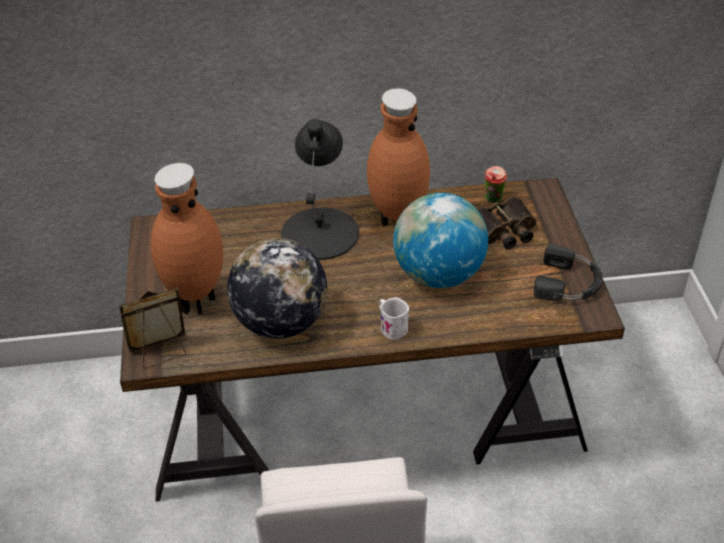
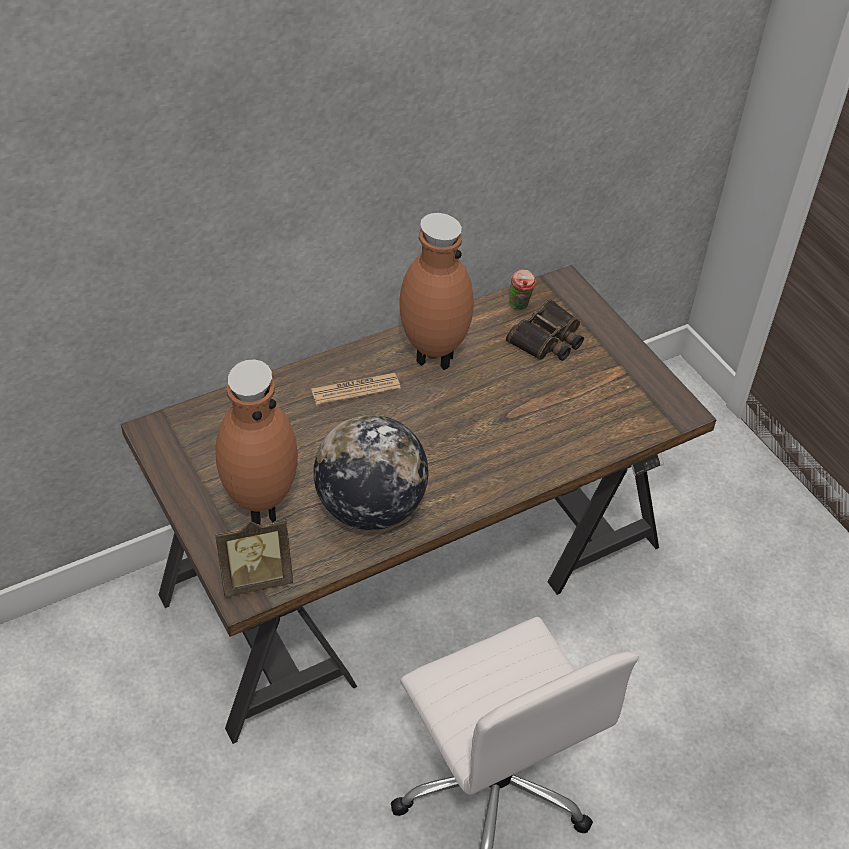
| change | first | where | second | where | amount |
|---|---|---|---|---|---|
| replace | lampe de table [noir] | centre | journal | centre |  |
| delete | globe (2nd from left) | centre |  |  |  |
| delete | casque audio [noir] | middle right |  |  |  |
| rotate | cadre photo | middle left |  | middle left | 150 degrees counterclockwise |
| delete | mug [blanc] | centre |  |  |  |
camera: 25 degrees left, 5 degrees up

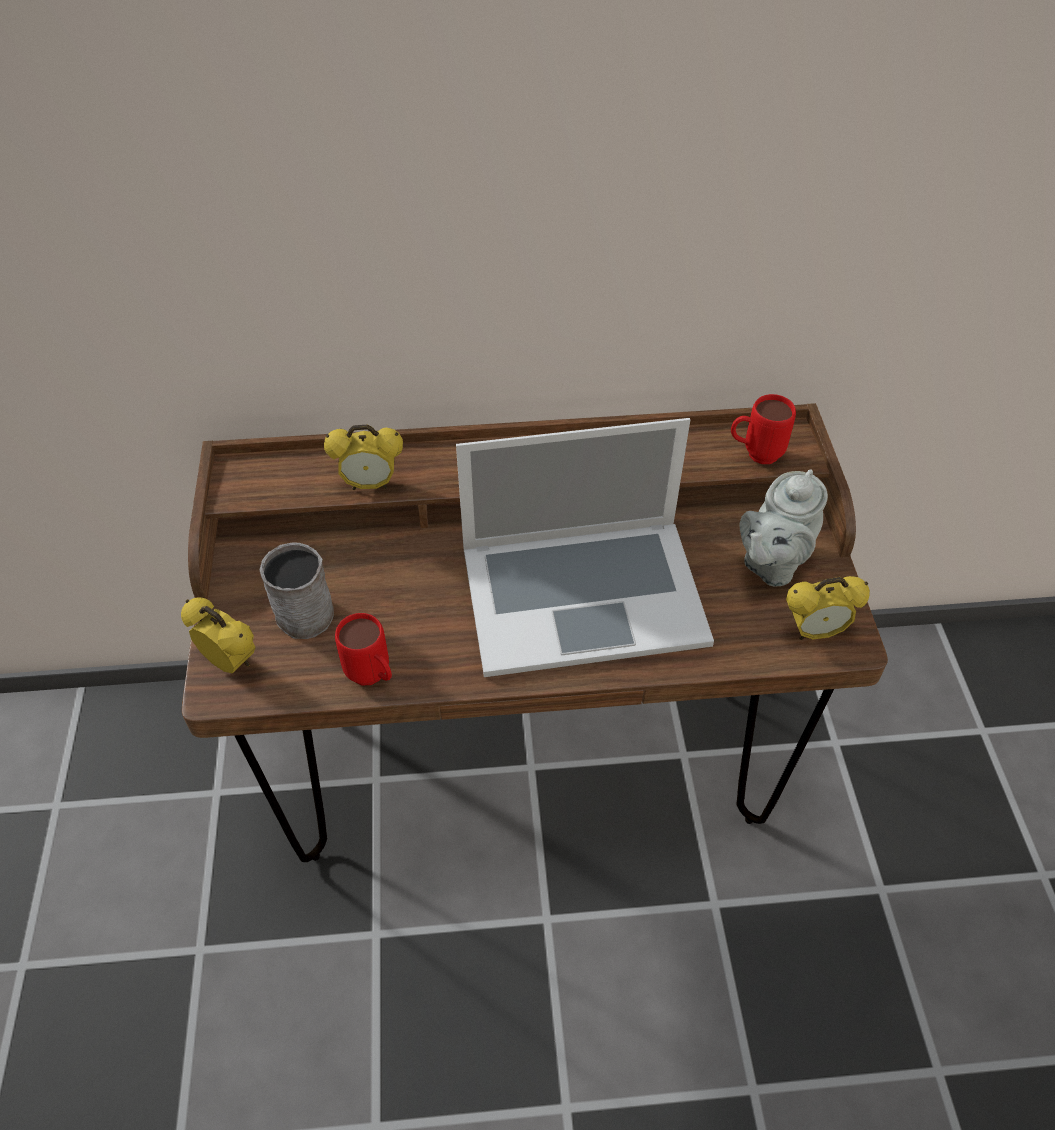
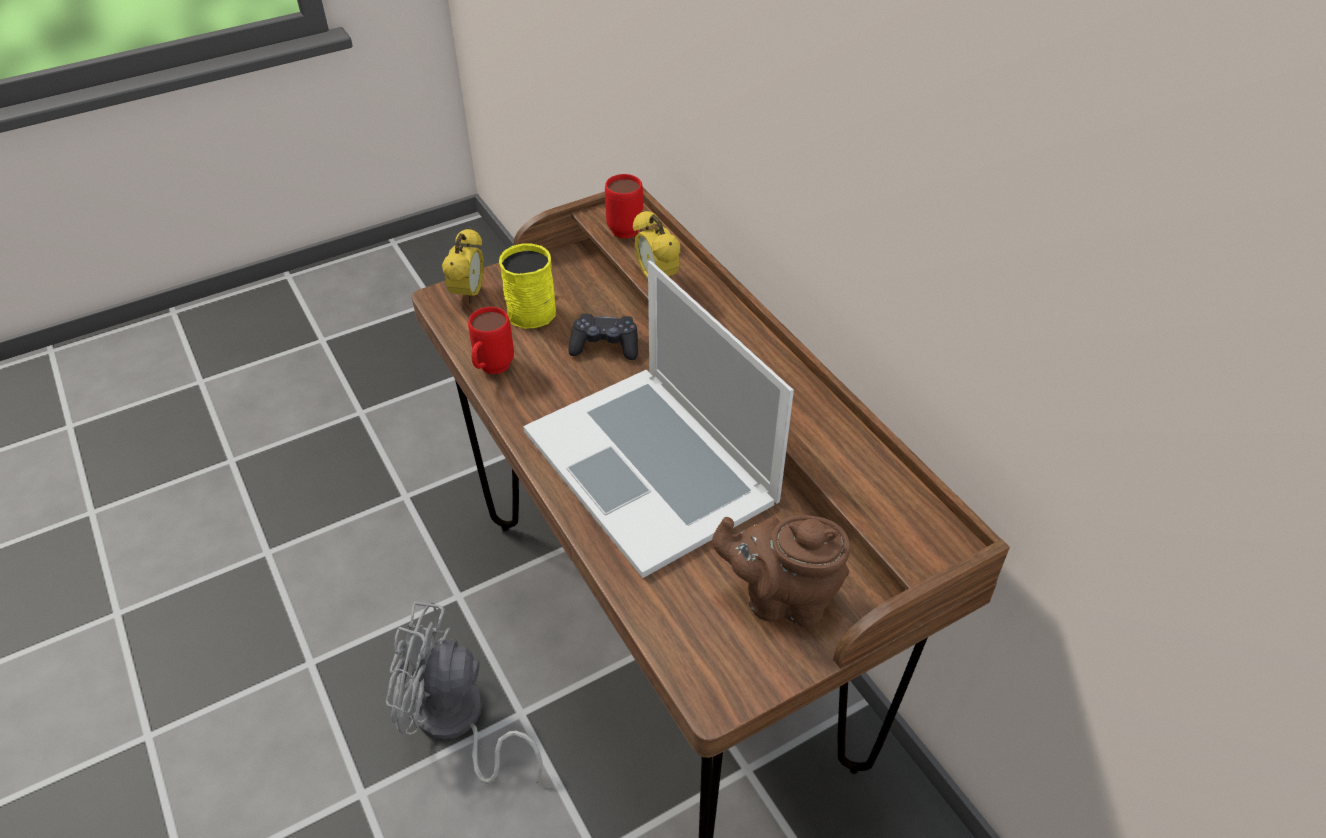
| change | first | where | second | where | amount |
|---|---|---|---|---|---|
| move | mug [rouge] (2nd from left) | middle right |  | top centre |  |
| recolor | théière [gris] | middle right | théière [marron] | bottom centre |  |
| recolor | mug [gris] | middle left | mug [jaune] | centre |  |
| delete | réveil (3rd from left) | middle right |  |  |  |
| insert |  |  | manette [noir] | centre |  |
| insert |  |  | ventilateur [gris] | bottom centre |  |
camera: 65 degrees right, 5 degrees down

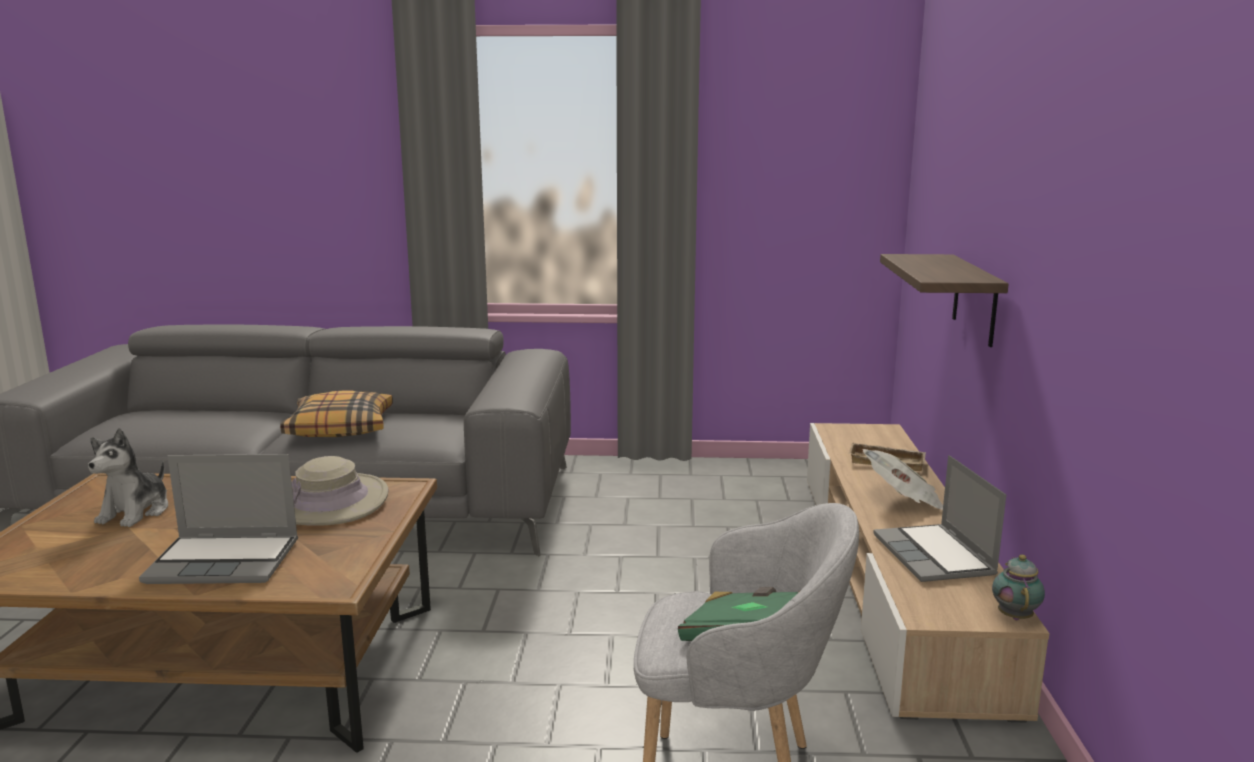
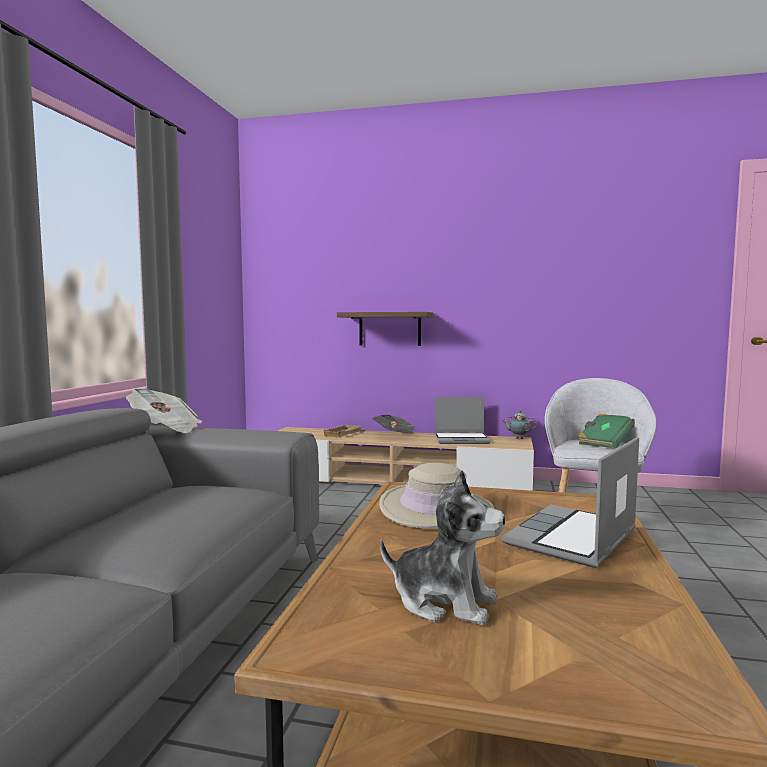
| change | first | where | second | where | amount |
|---|---|---|---|---|---|
| delete | coussin | middle left |  |  |  |
| rotate | ordinateur portable (1st from left in the first image) | bottom left | ordinateur portable (2nd from left) | middle right | 150 degrees counterclockwise |
| insert |  |  | journal (1st from left) | middle left |  |
camera: 80 degrees left, 10 degrees down

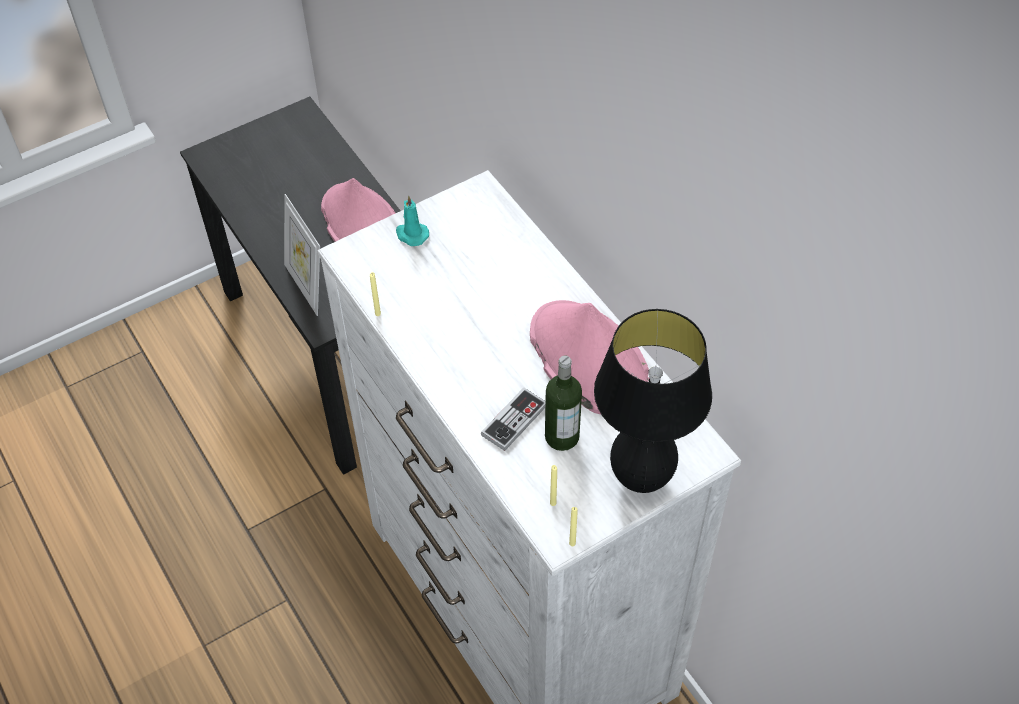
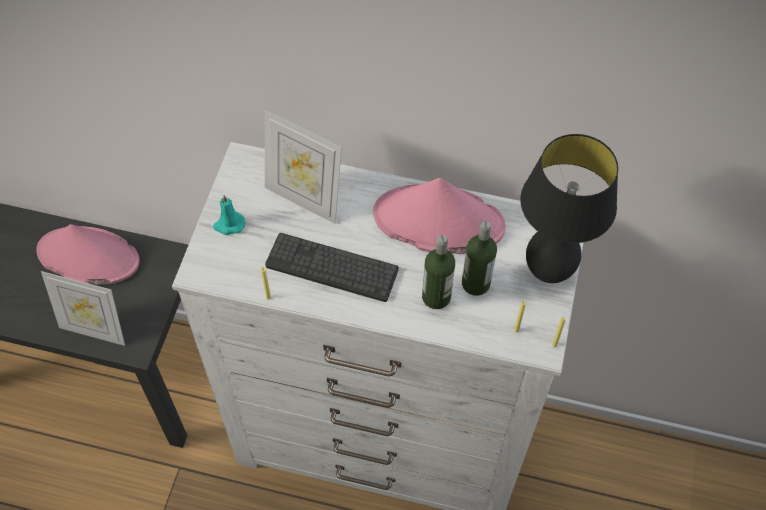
| change | first | where | second | where | amount |
|---|---|---|---|---|---|
| replace | manette | centre | bouteille (1st from left) | centre |  |
| insert |  |  | cadre photo (2nd from left) | top centre |  |
| insert |  |  | clavier | centre |  |
camera: 45 degrees left, 5 degrees up

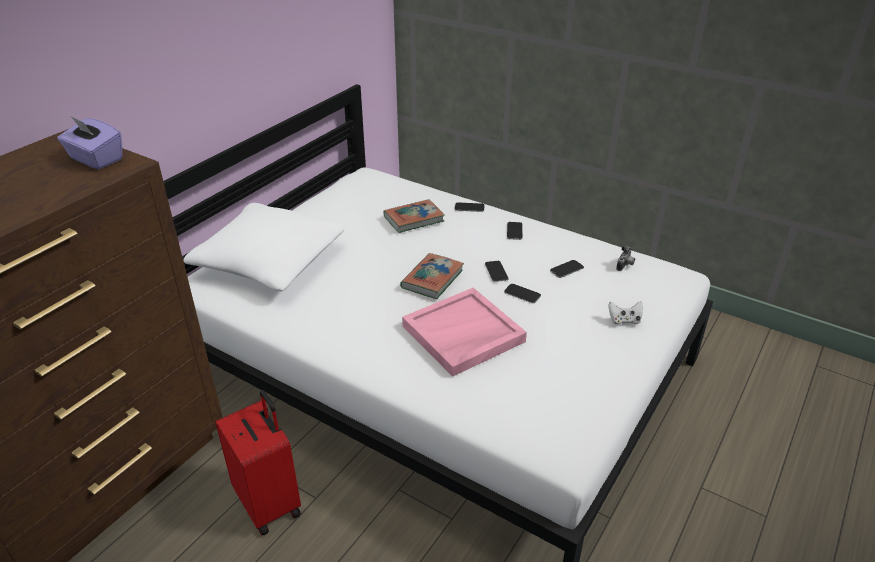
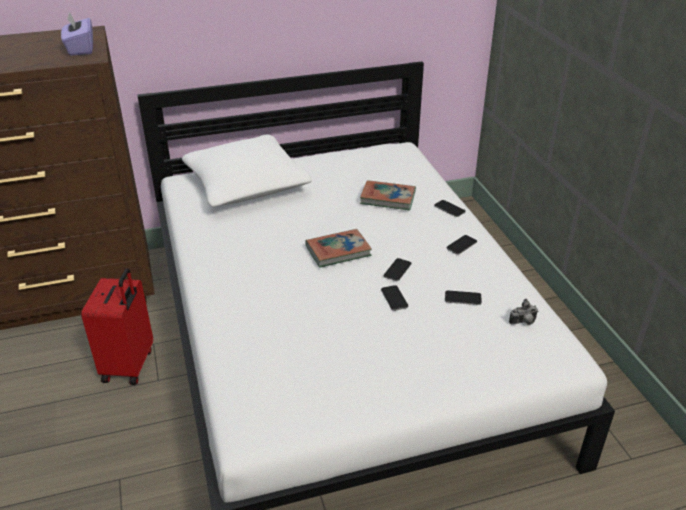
| change | first | where | second | where | amount |
|---|---|---|---|---|---|
| delete | plateau [rose] | centre |  |  |  |
| delete | manette [blanc] | middle right |  |  |  |
camera: 40 degrees right, 0 degrees up

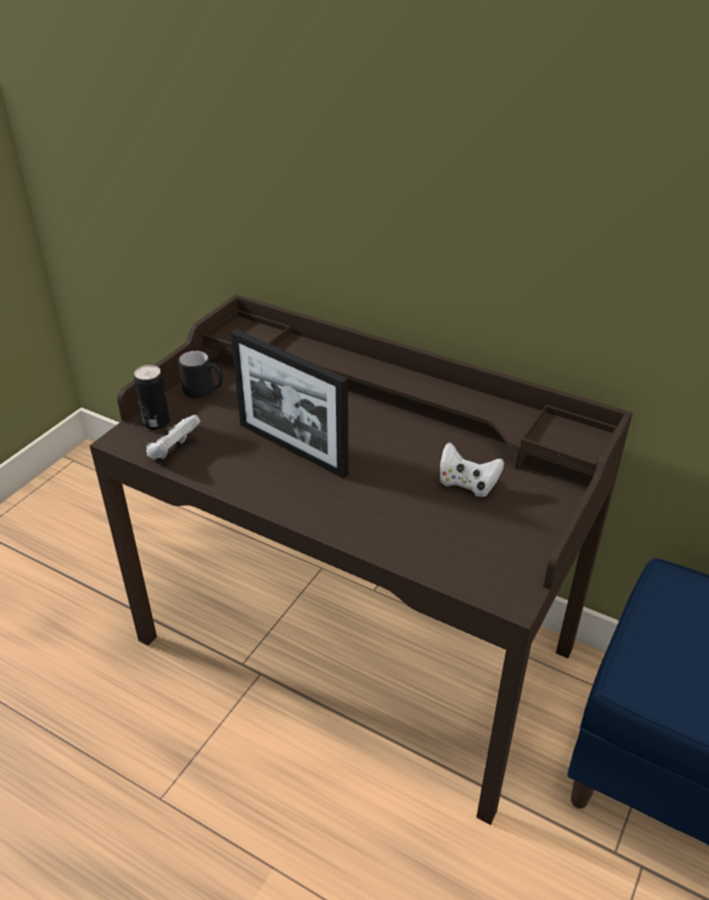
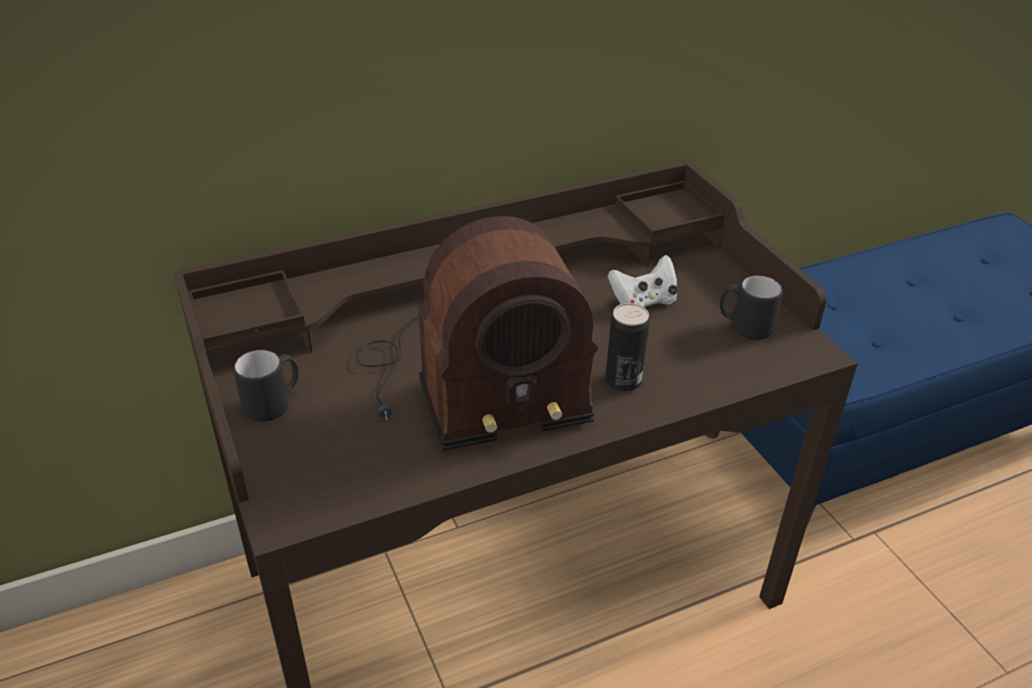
| change | first | where | second | where | amount |
|---|---|---|---|---|---|
| replace | cadre photo | centre | radio | centre |  |
| move | boîte métallique | middle left |  | centre |  |
| delete | manette [blanc] (1st from left) | middle left |  |  |  |
| insert |  |  | mug [noir] (2nd from left) | middle right |  |
camera: 55 degrees left, 0 degrees up

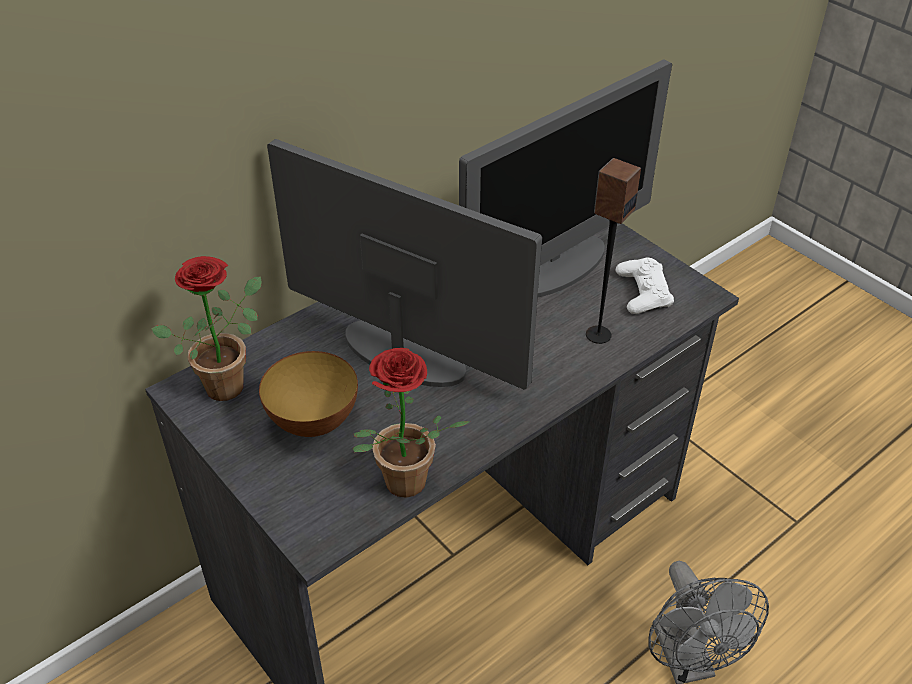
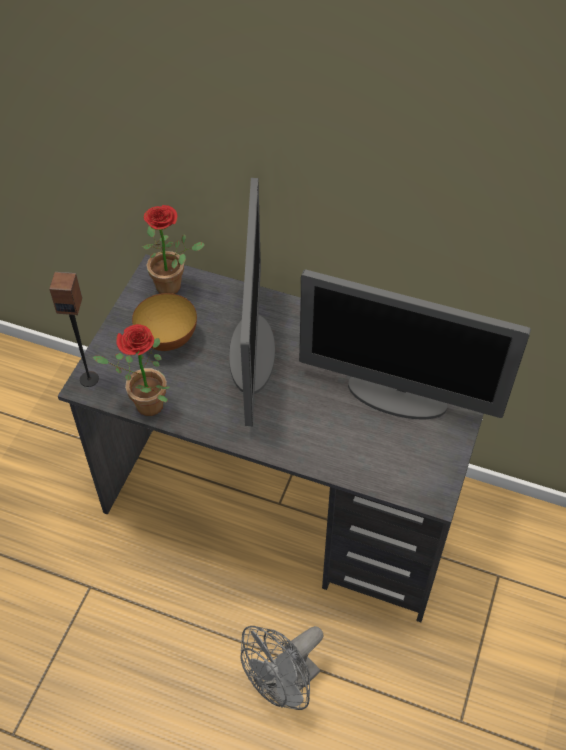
| change | first | where | second | where | amount |
|---|---|---|---|---|---|
| move | enceinte | middle right |  | middle left |  |
| delete | manette [blanc] | middle right |  |  |  |
camera: 60 degrees right, 10 degrees up

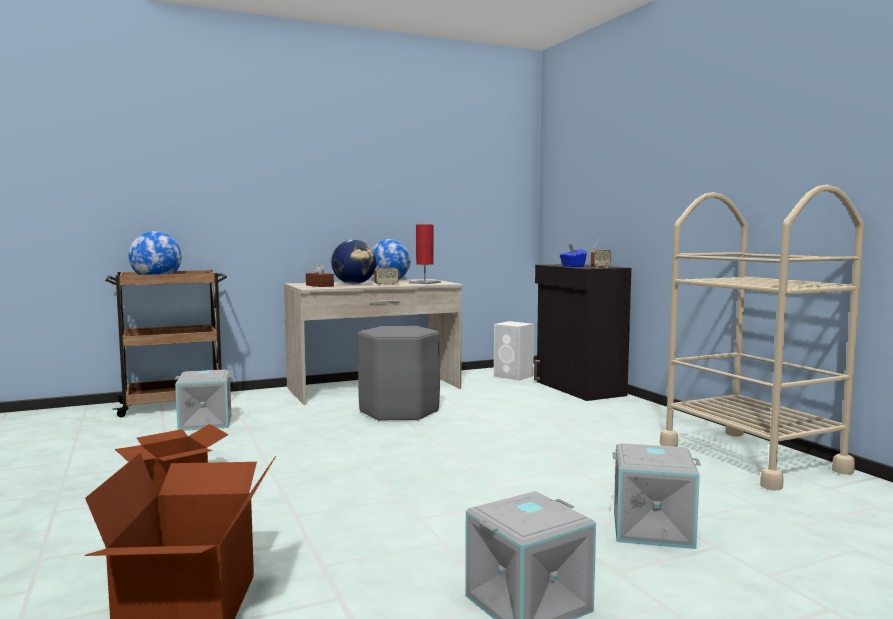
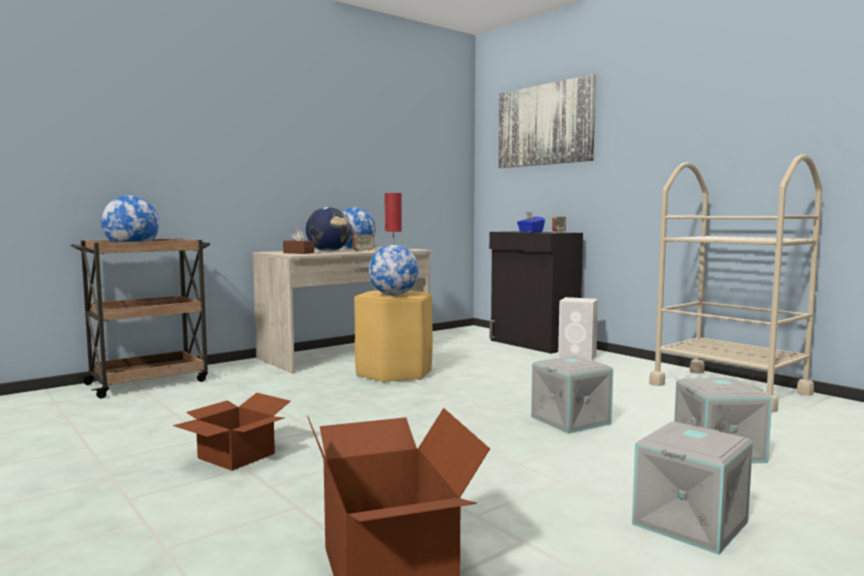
| change | first | where | second | where | amount |
|---|---|---|---|---|---|
| move | enceinte [blanc] | centre |  | middle right |  |
| recolor | tabouret [gris] | centre | tabouret [jaune] | centre |  |
| move | boîte de rangement [gris] (1st from left) | middle left |  | bottom centre |  |
| insert |  |  | tableau | top centre |  |
| insert |  |  | globe (4th from left) | centre |  |
camera: 15 degrees left, 0 degrees up

